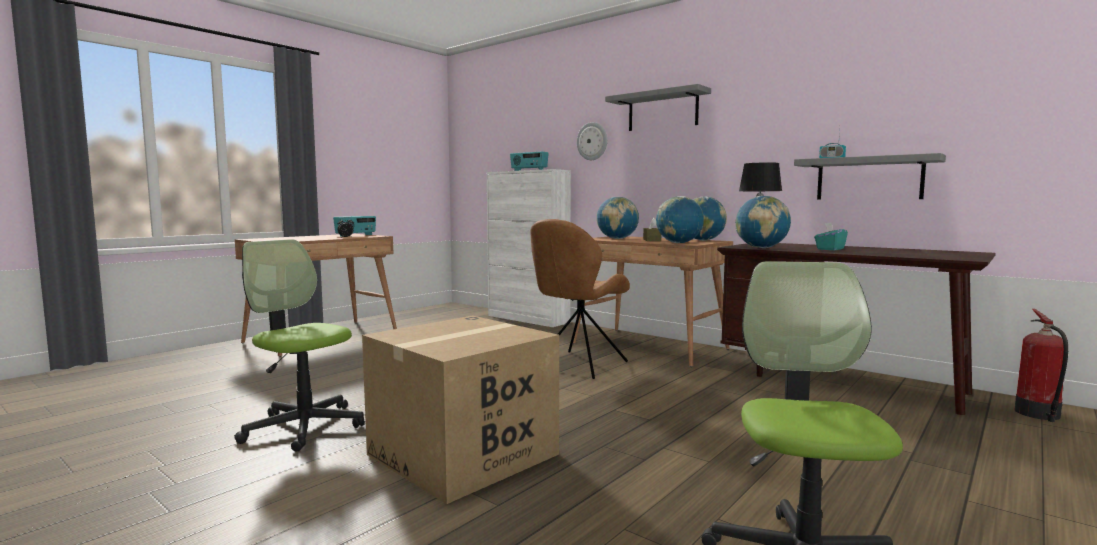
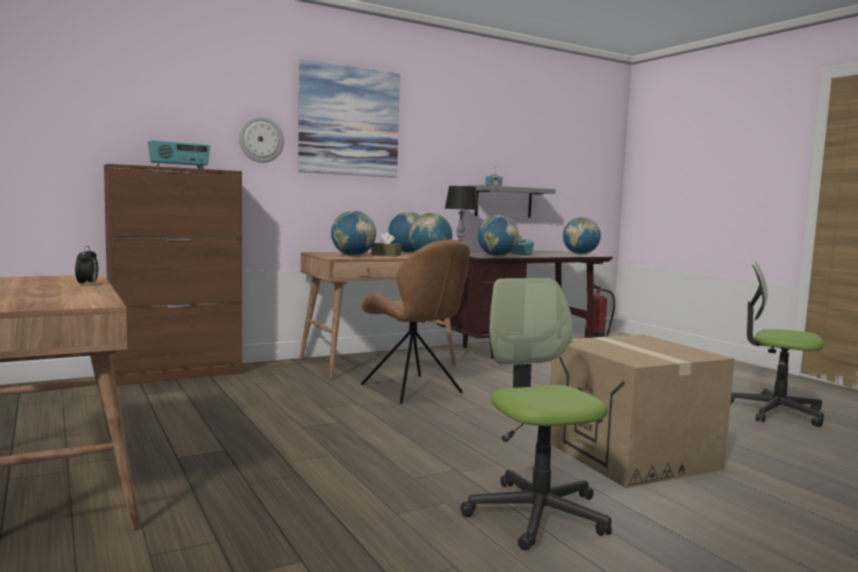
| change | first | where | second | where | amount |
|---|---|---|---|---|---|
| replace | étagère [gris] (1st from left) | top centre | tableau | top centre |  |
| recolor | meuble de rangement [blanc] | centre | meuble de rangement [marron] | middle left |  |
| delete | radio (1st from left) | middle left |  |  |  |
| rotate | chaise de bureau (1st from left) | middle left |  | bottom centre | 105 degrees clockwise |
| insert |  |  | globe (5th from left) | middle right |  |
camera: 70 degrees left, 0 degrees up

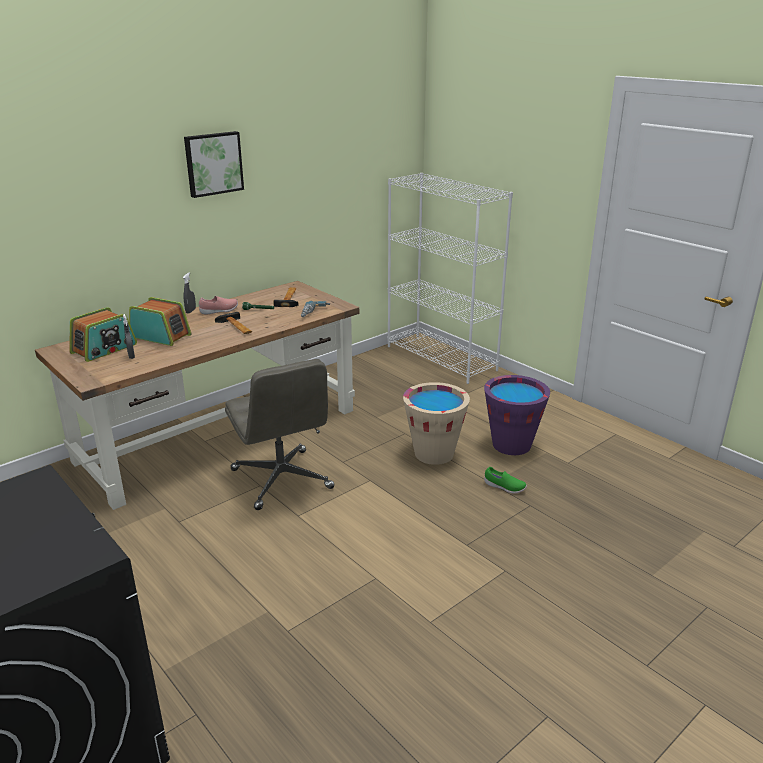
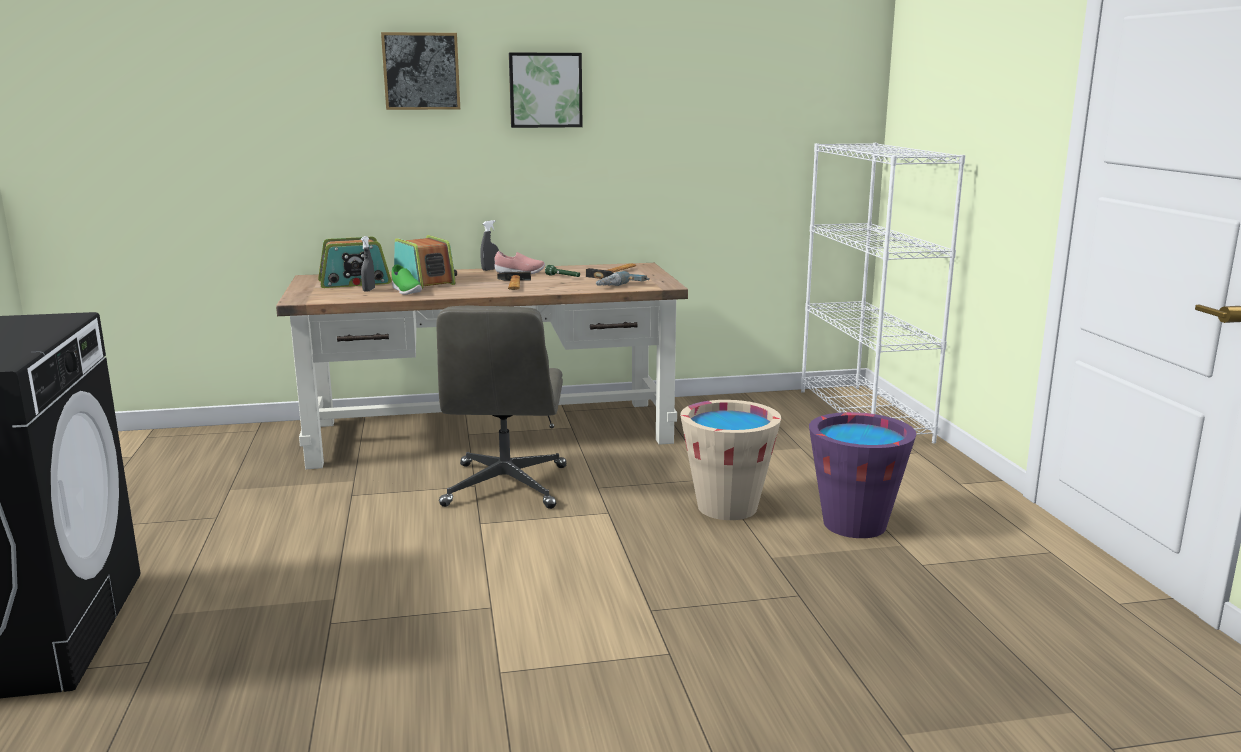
| change | first | where | second | where | amount |
|---|---|---|---|---|---|
| move | chaussure [vert] | centre |  | middle left |  |
| insert |  |  | tableau (1st from left) | top centre |  |
camera: 30 degrees right, 10 degrees down

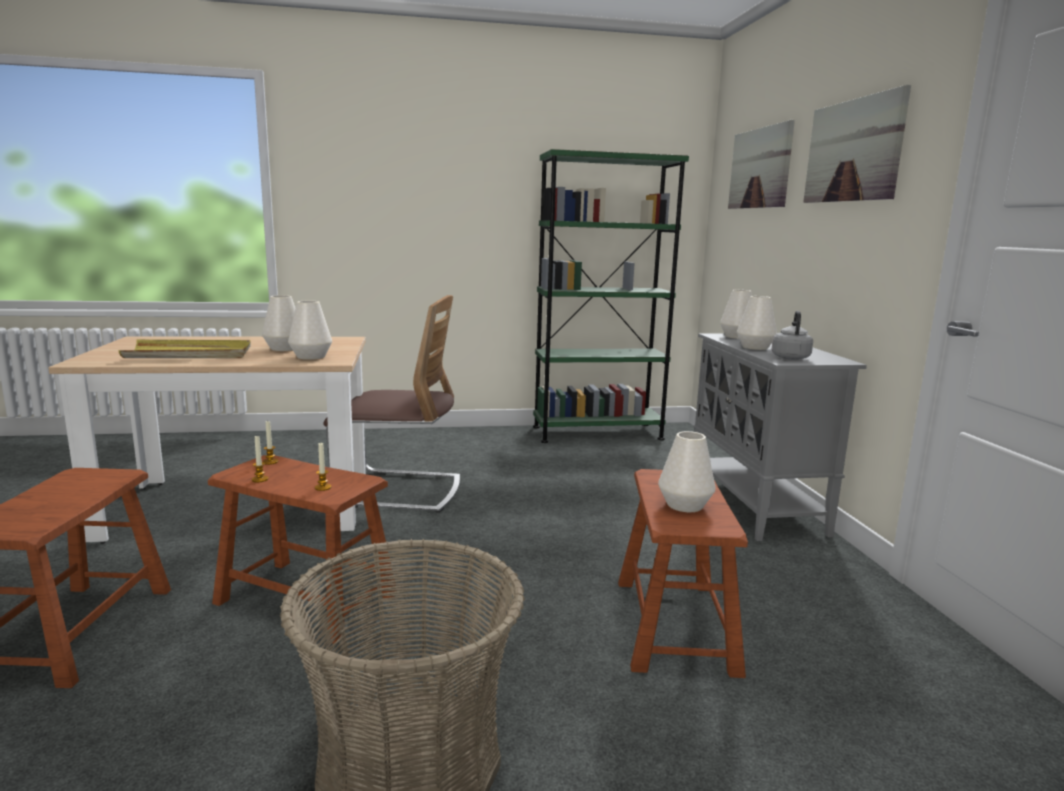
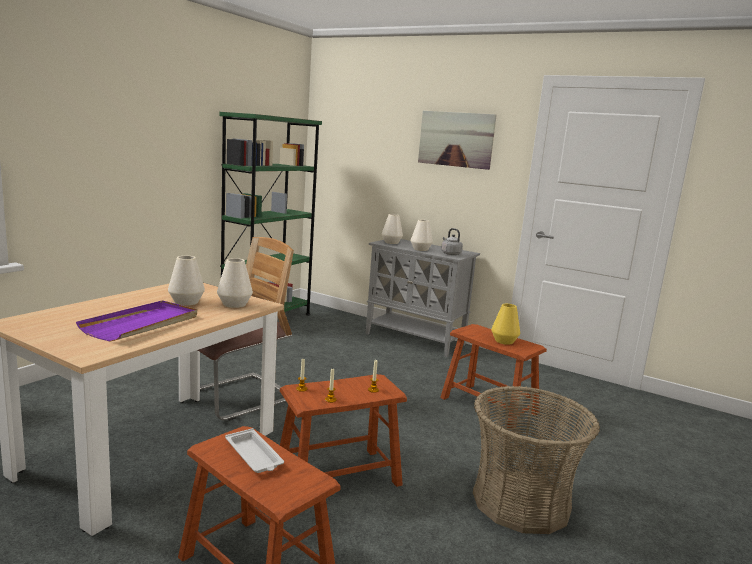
| change | first | where | second | where | amount |
|---|---|---|---|---|---|
| delete | tableau (1st from left) | top right |  |  |  |
| recolor | plateau [jaune] | middle left | plateau [violet] | middle left |  |
| recolor | vase [blanc] (3rd from left) | centre | vase [jaune] | middle right |  |
| insert |  |  | plateau [blanc] | bottom centre |  |
camera: 50 degrees left, 0 degrees up

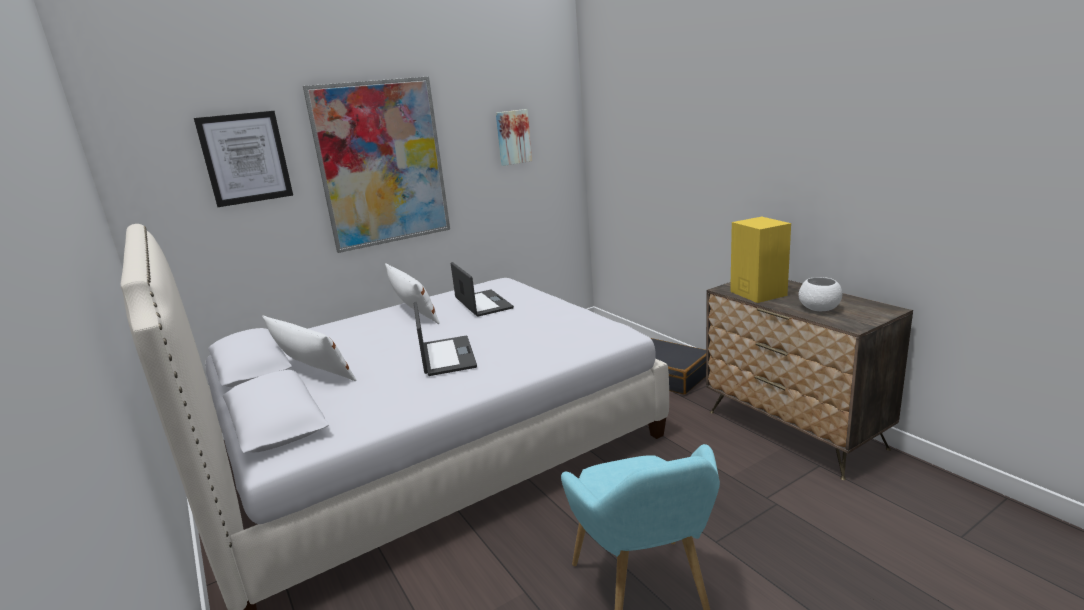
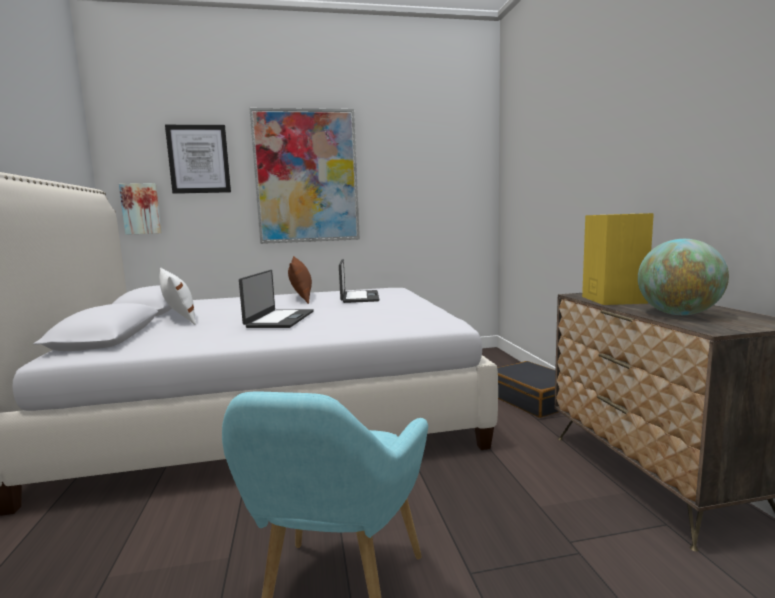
| change | first | where | second | where | amount |
|---|---|---|---|---|---|
| move | tableau (3rd from left in the first image) | top centre | tableau (1st from left) | middle left |  |
| recolor | coussin [blanc] (2nd from left) | centre | coussin [marron] | centre |  |
| replace | bol [blanc] | middle right | globe | middle right |  |
camera: 20 degrees right, 10 degrees down

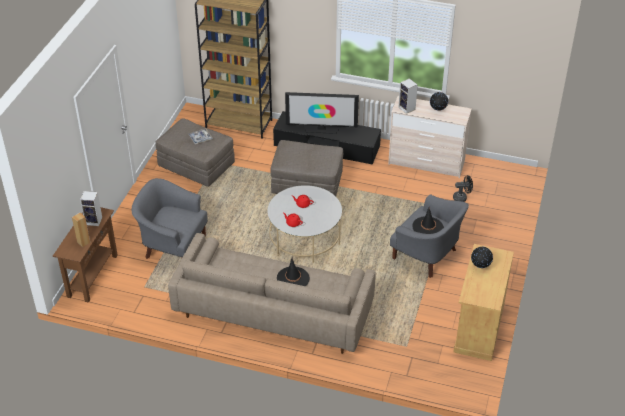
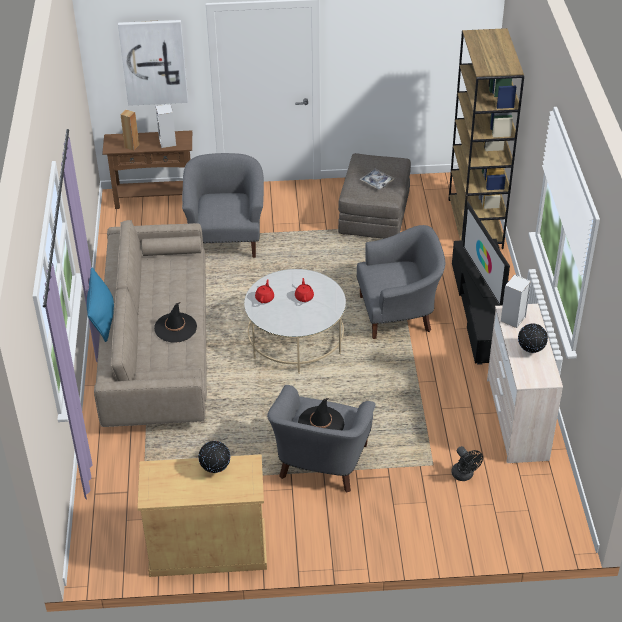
| change | first | where | second | where | amount |
|---|---|---|---|---|---|
| replace | pouf [gris] (2nd from left) | centre | fauteuil [gris] (3rd from left) | centre |  |
| insert |  |  | tableau | top left |  |
| insert |  |  | coussin [bleu] | middle left |  |
camera: 70 degrees right, 0 degrees up

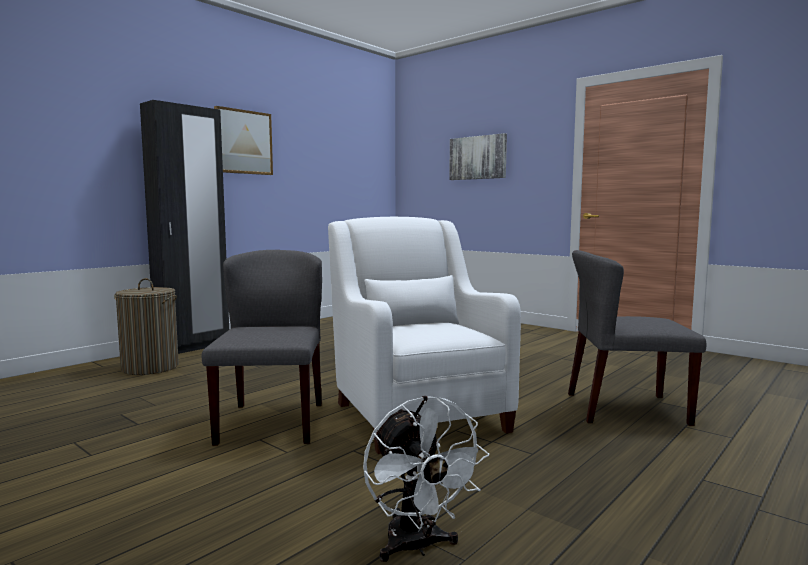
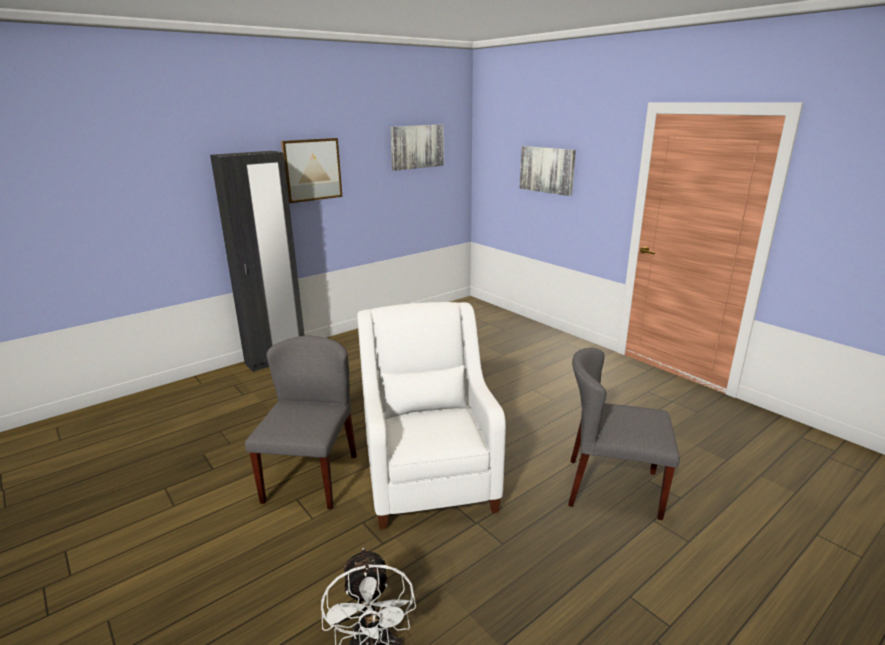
| change | first | where | second | where | amount |
|---|---|---|---|---|---|
| delete | panier à linge | middle left |  |  |  |
| insert |  |  | tableau (2nd from left) | top centre |  |
camera: 10 degrees right, 15 degrees up

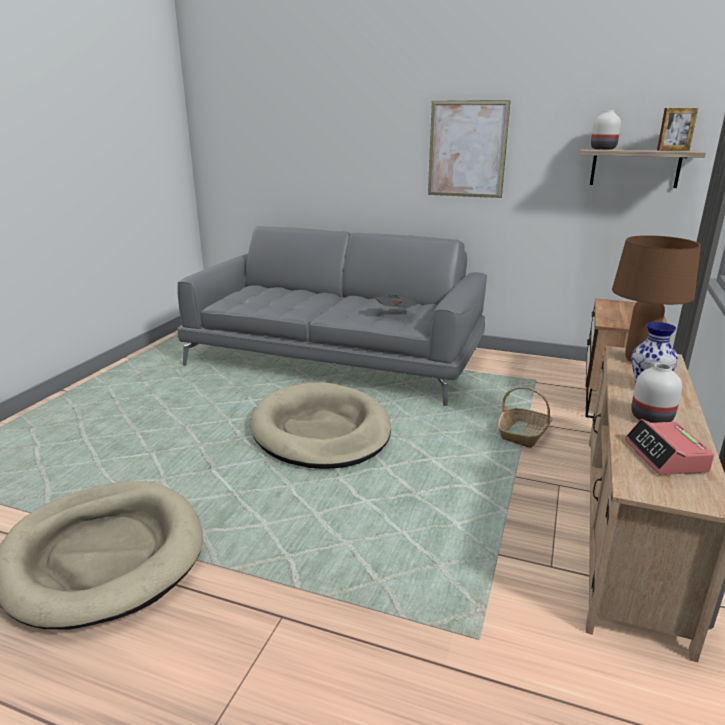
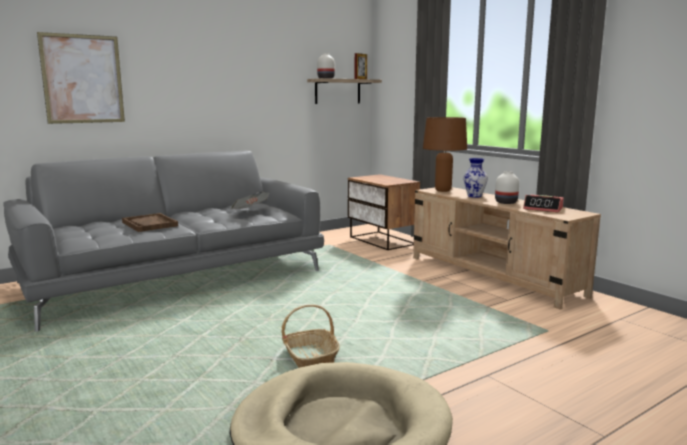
| change | first | where | second | where | amount |
|---|---|---|---|---|---|
| move | tableau | top centre |  | top left |  |
| delete | panier pour chien [beige] (2nd from left) | centre |  |  |  |
| move | panier | middle right |  | bottom centre |  |
| insert |  |  | plateau [marron] | middle left |  |
camera: 55 degrees left, 10 degrees down

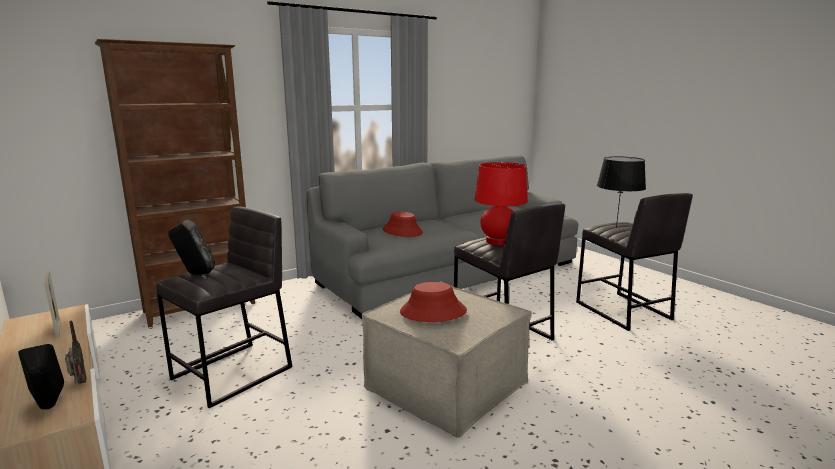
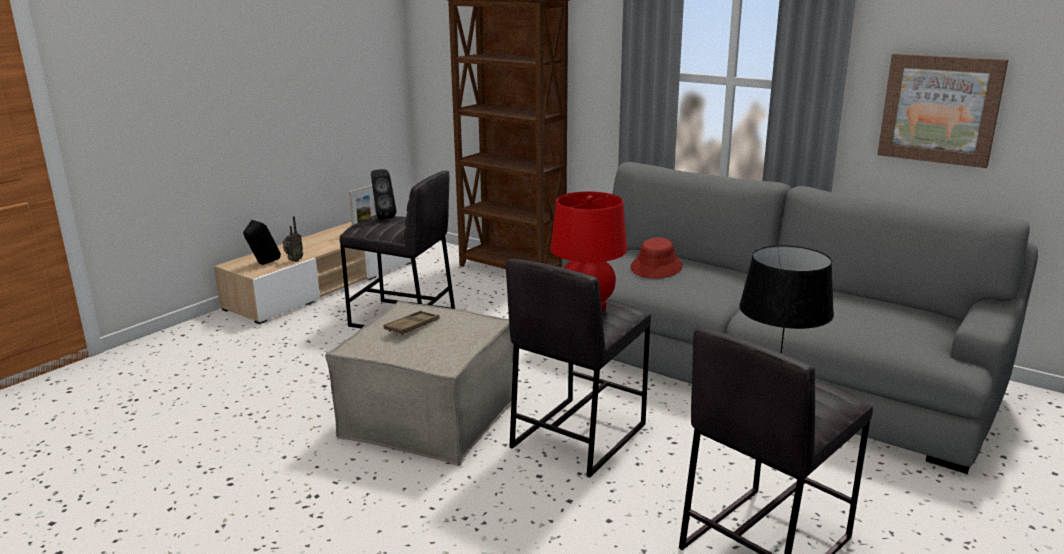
| change | first | where | second | where | amount |
|---|---|---|---|---|---|
| replace | chapeau [rouge] (2nd from left) | centre | plateau [marron] | centre |  |
| insert |  |  | tableau | top right |  |
camera: 70 degrees right, 5 degrees up

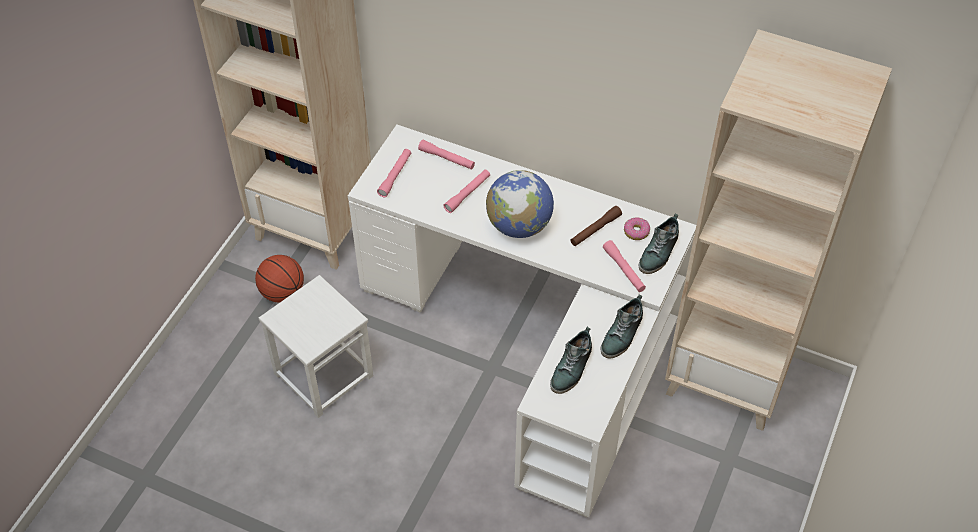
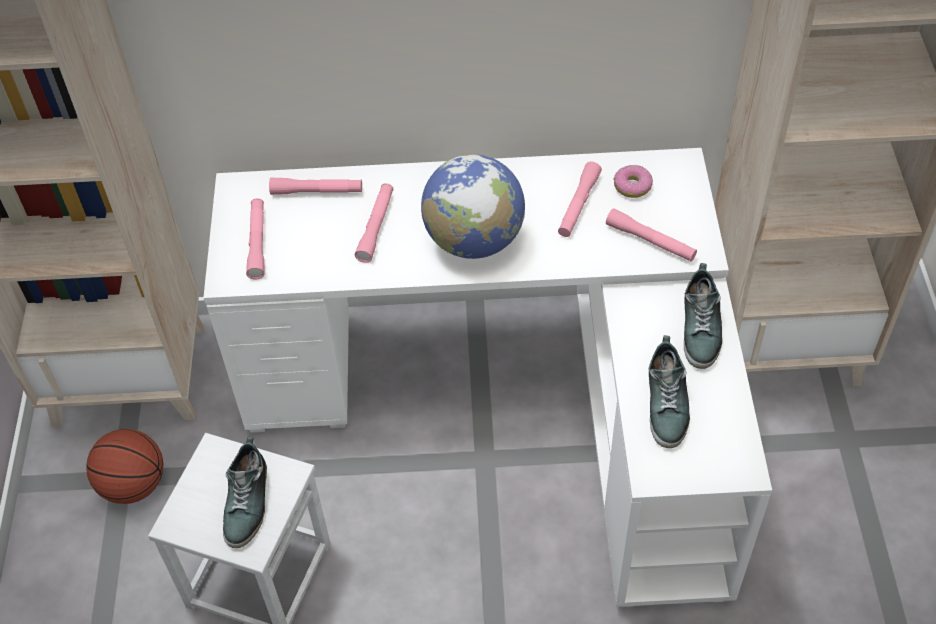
| change | first | where | second | where | amount |
|---|---|---|---|---|---|
| recolor | lampe de poche [marron] | centre | lampe de poche [rose] (4th from left) | top centre |  |
| move | chaussure (3rd from left in the first image) | middle right | chaussure (1st from left) | bottom left |  |
camera: 25 degrees left, 0 degrees up

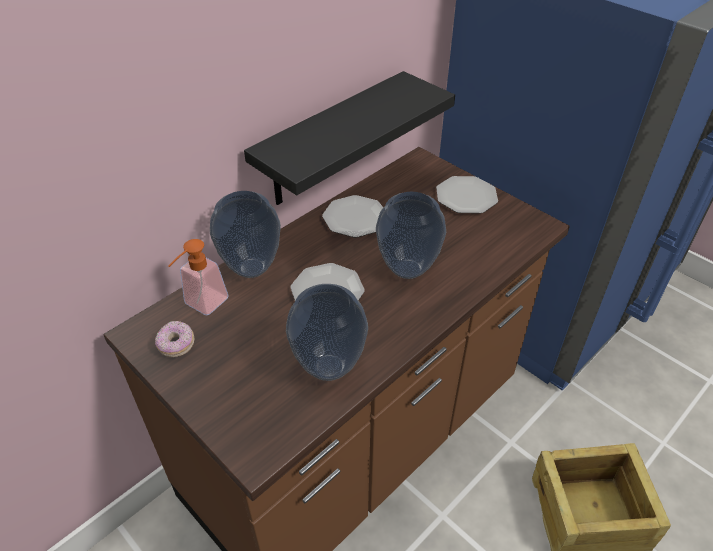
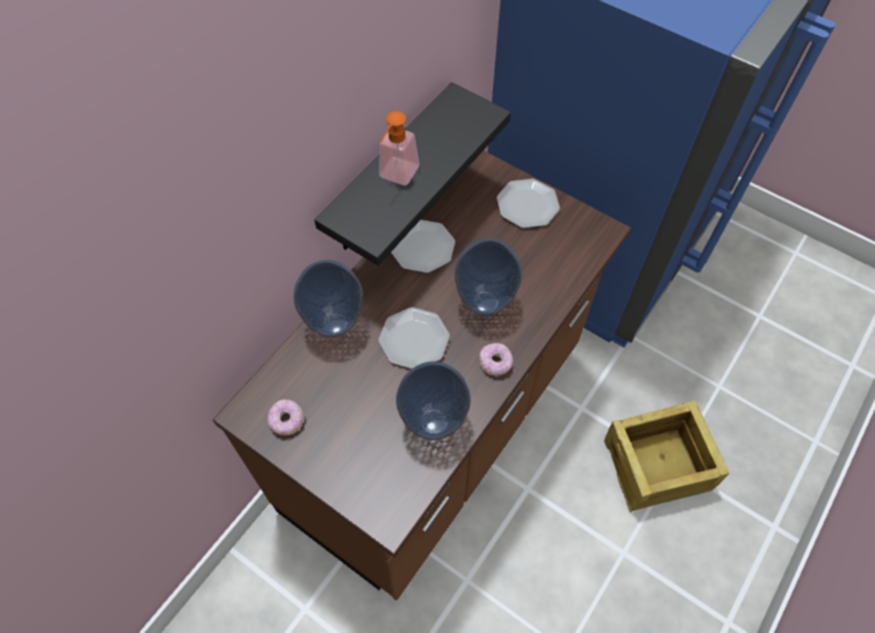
| change | first | where | second | where | amount |
|---|---|---|---|---|---|
| move | distributeur de savon | middle left |  | top centre |  |
| insert |  |  | beignet (2nd from left) | centre |  |
camera: 10 degrees left, 15 degrees up

